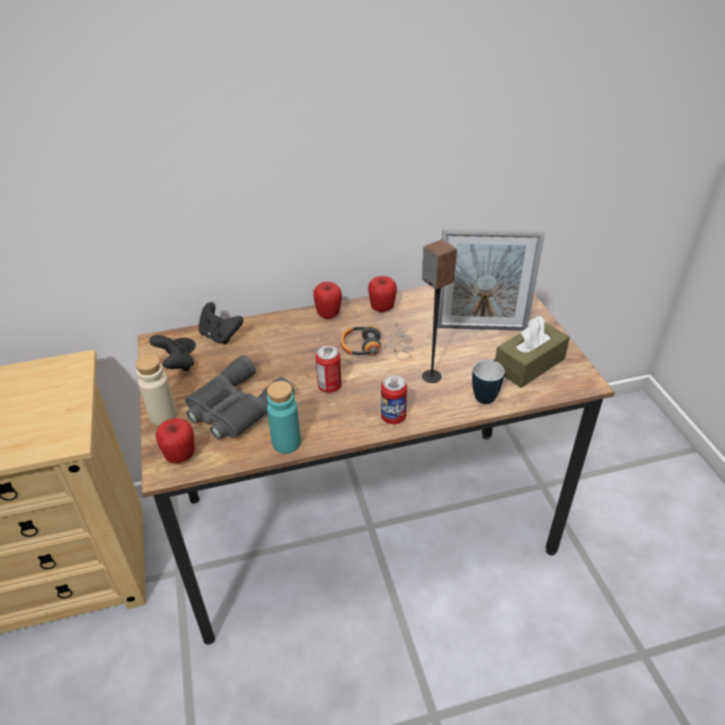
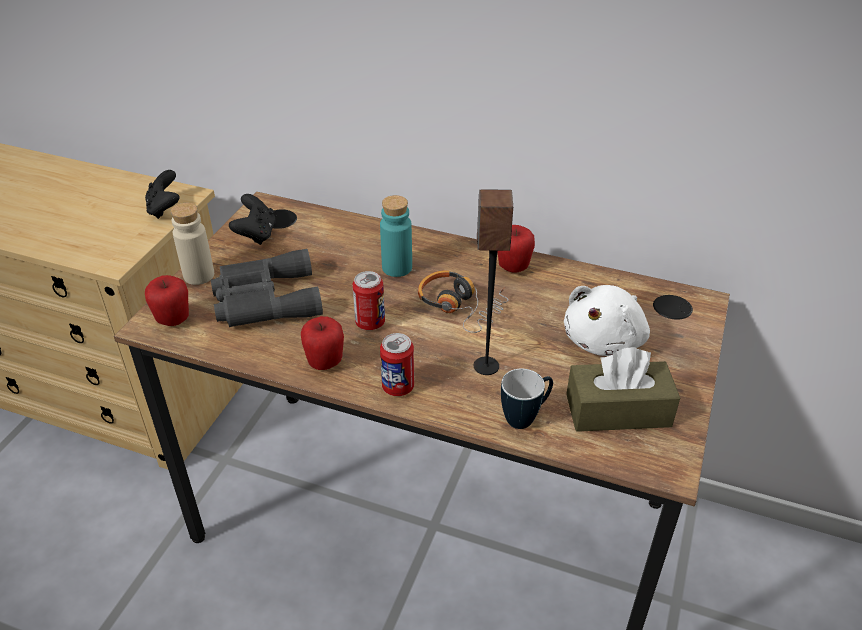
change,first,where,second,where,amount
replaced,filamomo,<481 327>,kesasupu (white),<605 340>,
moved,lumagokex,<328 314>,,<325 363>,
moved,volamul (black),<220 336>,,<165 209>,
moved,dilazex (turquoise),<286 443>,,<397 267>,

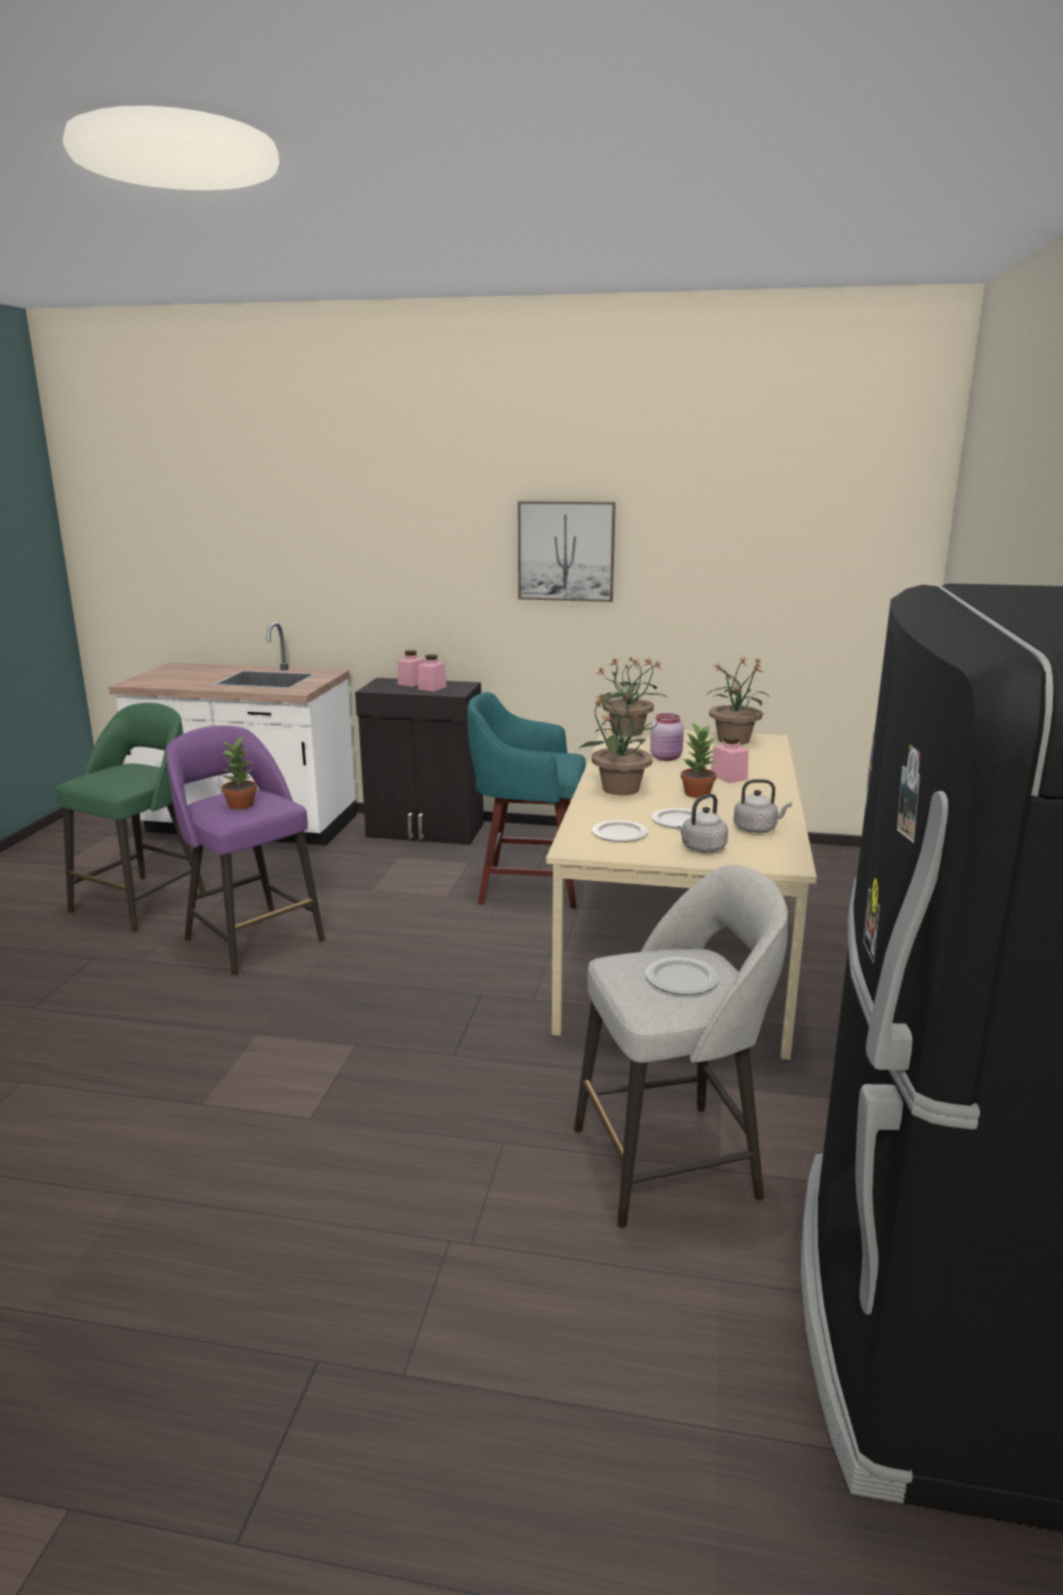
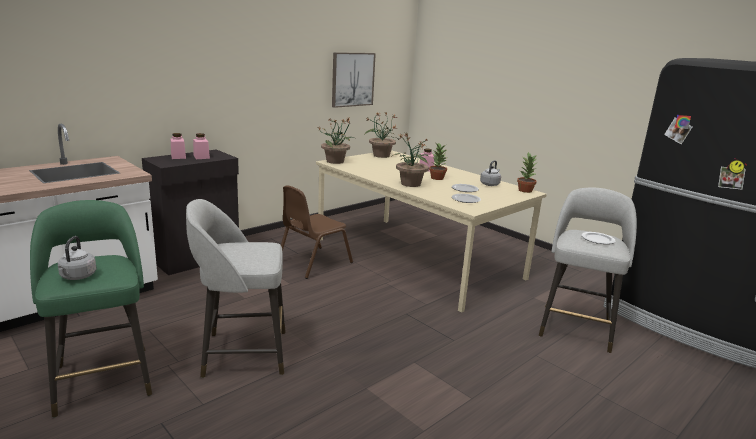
change,first,where,second,where,amount
moved,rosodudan,<566 551>,,<352 79>,
replaced,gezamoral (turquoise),<527 885>,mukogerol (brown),<313 263>,
removed,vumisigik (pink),<667 758>,,,
recoloured,gezamoral (purple),<252 938>,gezamoral (grey),<242 353>,
moved,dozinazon,<241 805>,,<525 190>,
moved,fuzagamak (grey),<701 848>,,<77 277>,

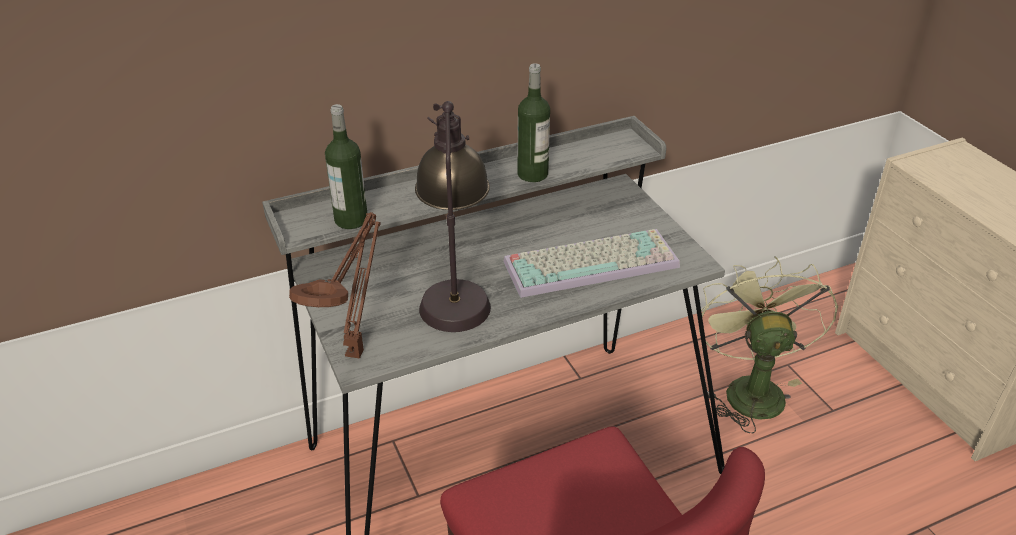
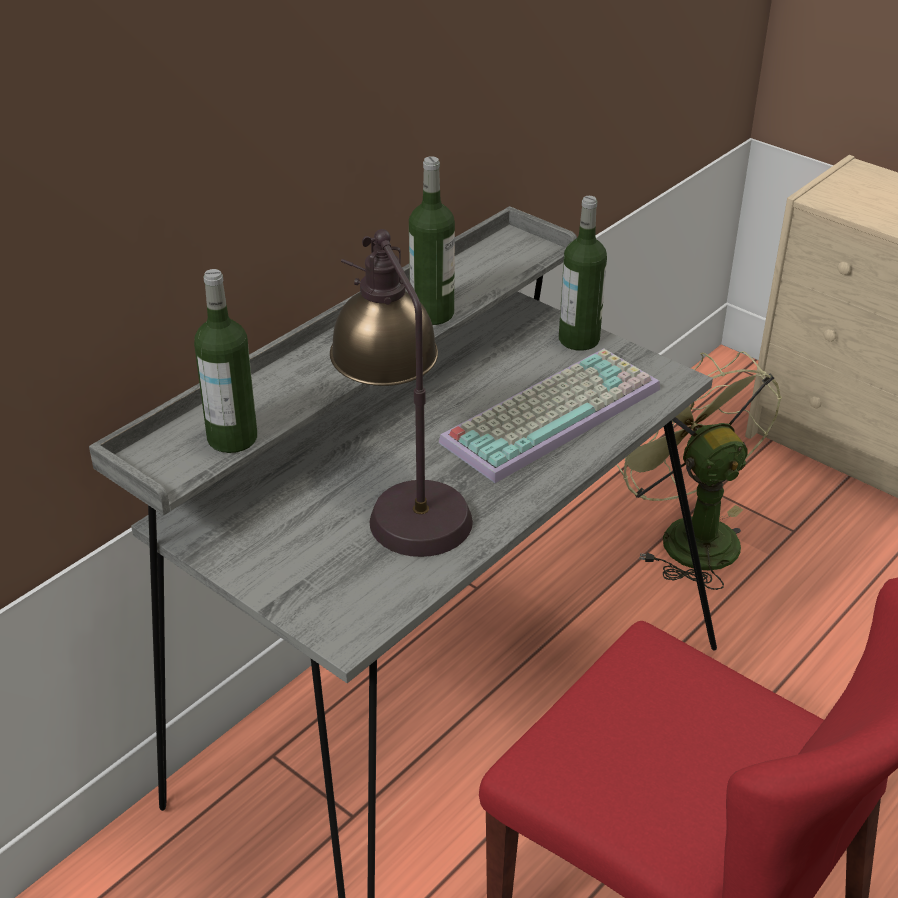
change,first,where,second,where,amount
removed,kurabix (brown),<356 351>,,,
added,,,dilazex,<579 339>,

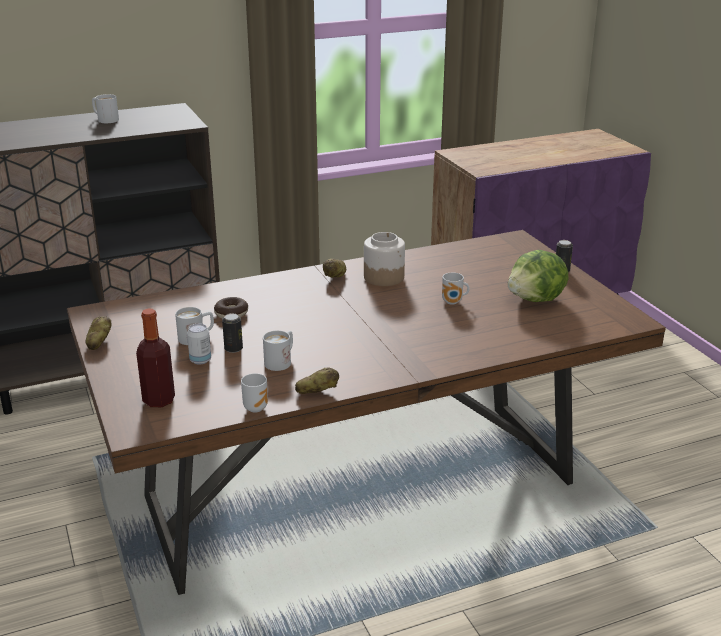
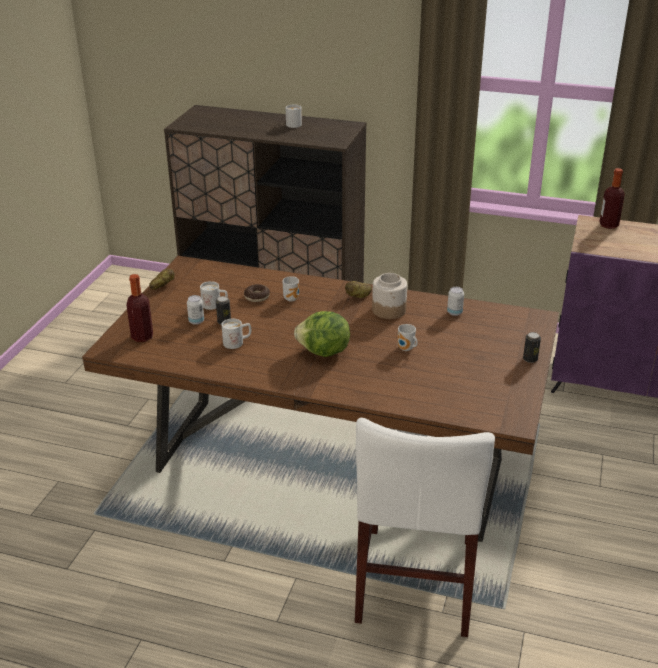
change,first,where,second,where,amount
moved,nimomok,<536 300>,,<324 352>,
removed,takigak,<317 392>,,,
moved,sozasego,<256 407>,,<292 298>,
added,,,dilazex,<608 225>,
added,,,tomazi,<454 312>,
added,,,mukogerol (white),<416 579>,

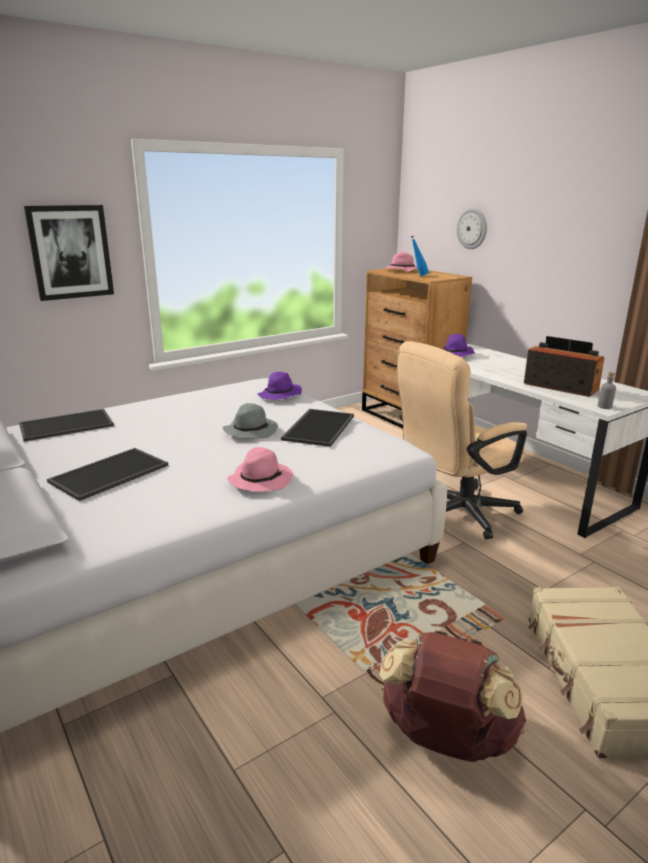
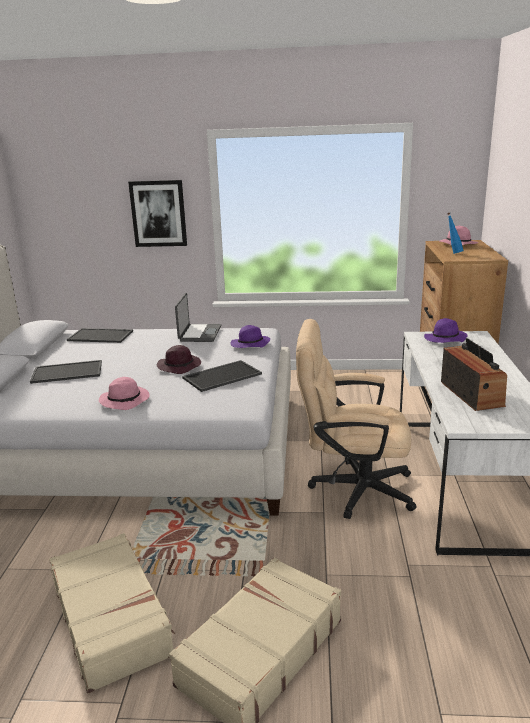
change,first,where,second,where,amount
removed,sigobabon,<472 228>,,,
removed,dilazex (grey),<604 406>,,,
recoloured,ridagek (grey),<251 430>,ridagek (purple),<180 366>,
replaced,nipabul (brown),<446 739>,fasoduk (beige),<112 619>,
added,,,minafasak,<199 334>,

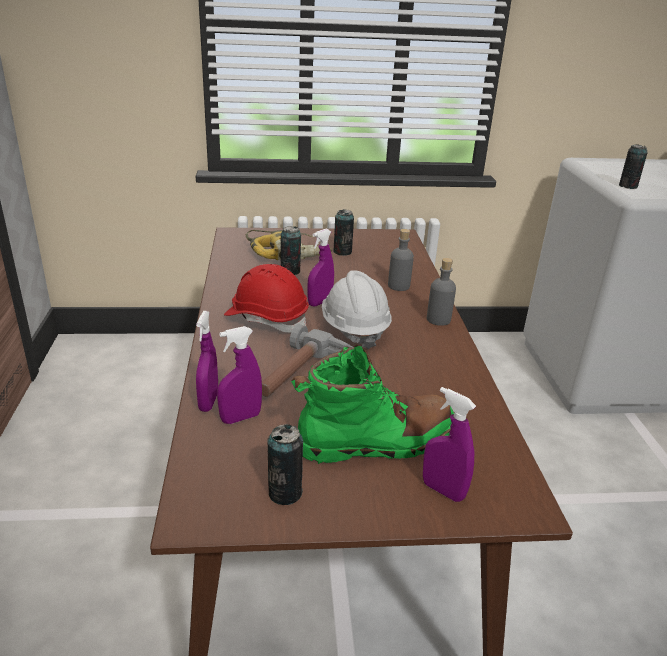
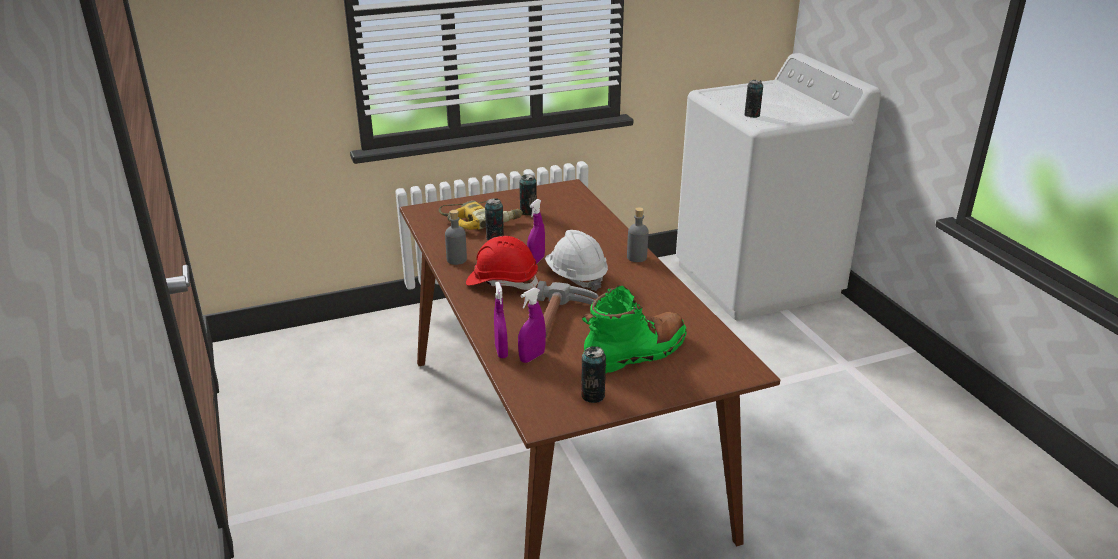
change,first,where,second,where,amount
moved,dilazex (grey),<399 286>,,<456 260>,
removed,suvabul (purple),<443 490>,,,

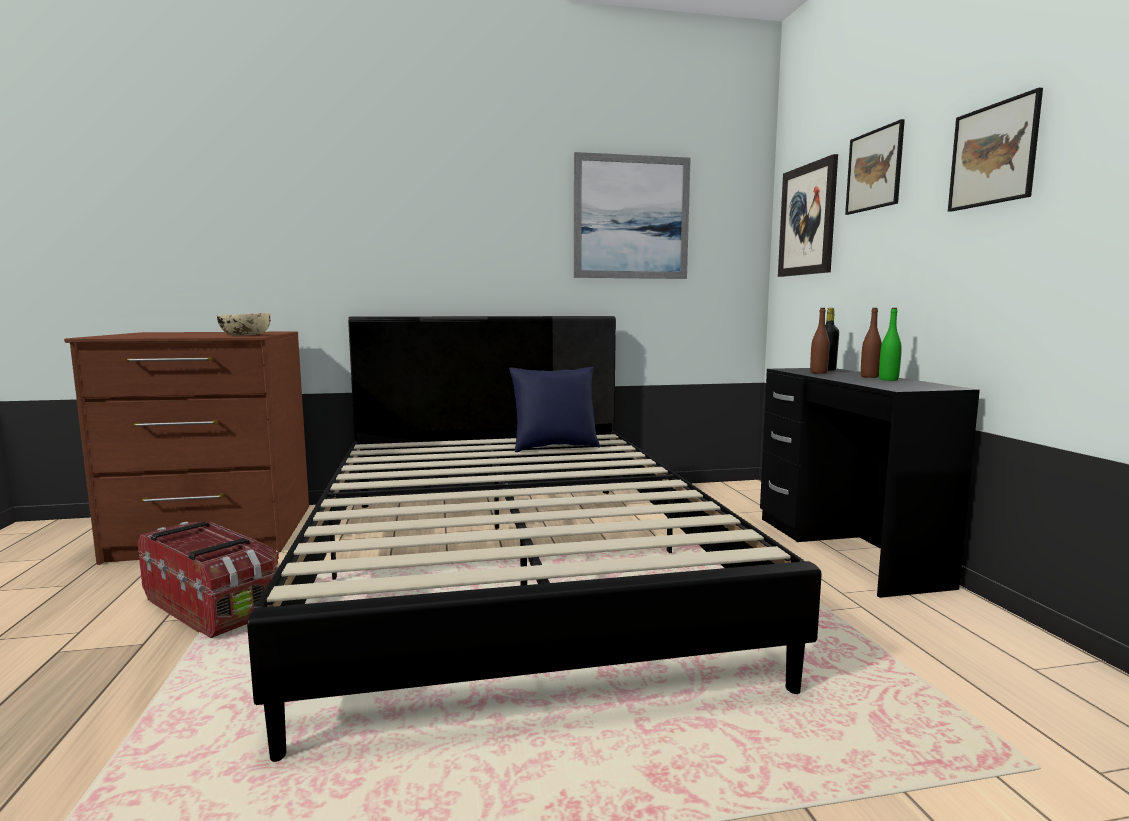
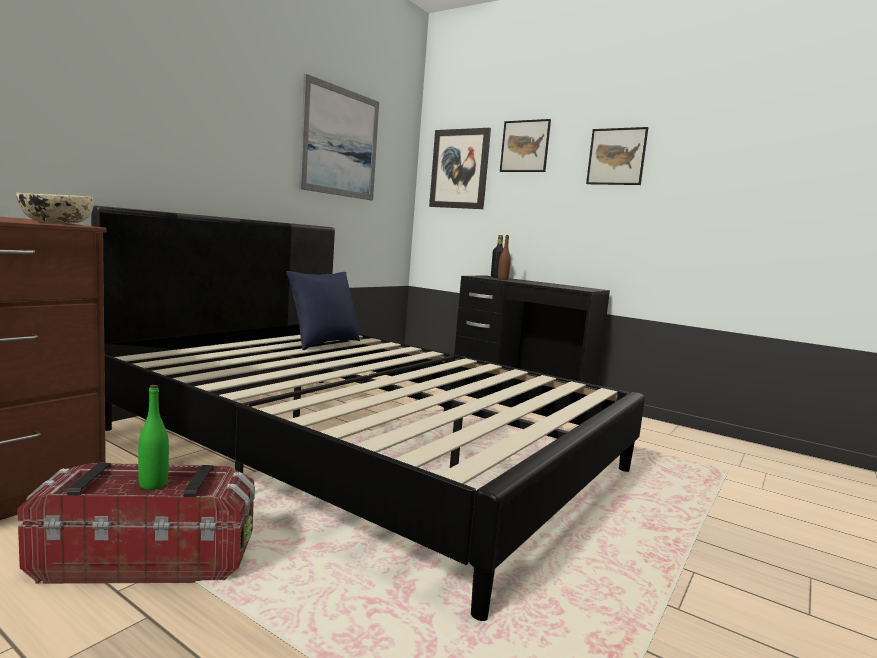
change,first,where,second,where,amount
removed,dilazex (brown),<869 376>,,,
moved,dilazex (green),<888 379>,,<153 485>,

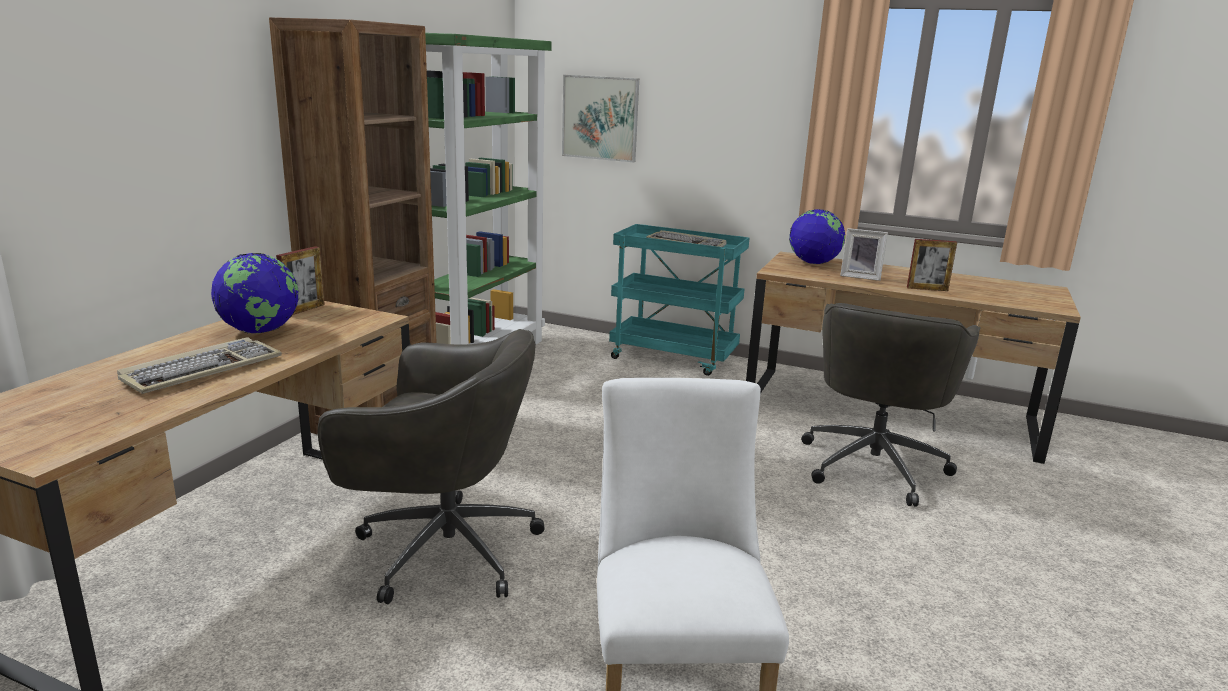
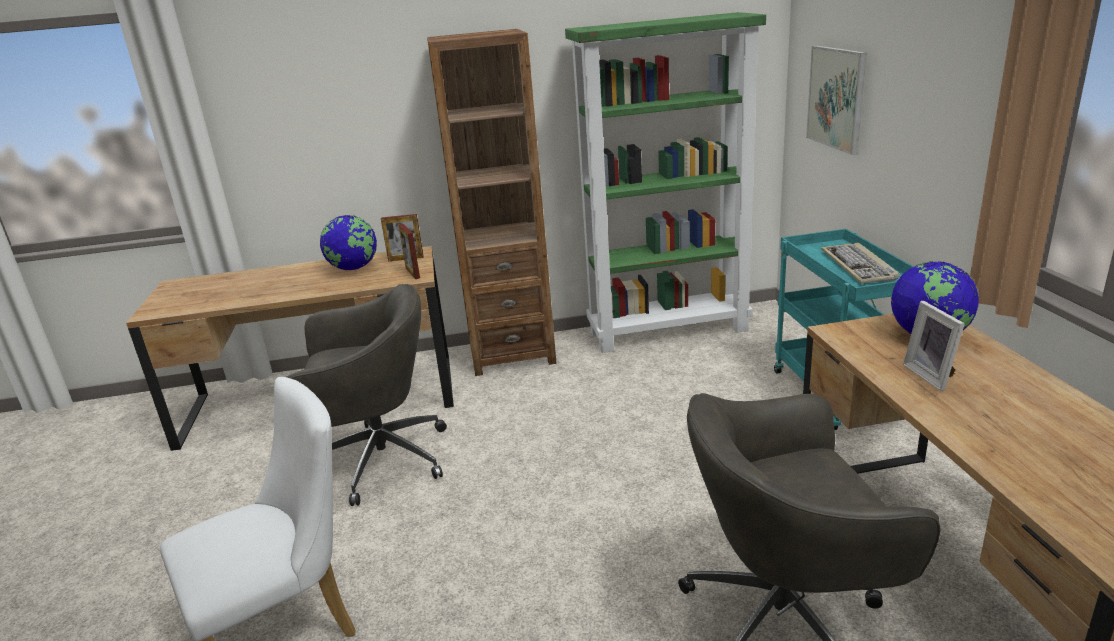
change,first,where,second,where,amount
moved,filamomo,<927 289>,,<412 273>,
turned,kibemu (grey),<442 549>,,<378 460>,75 degrees counterclockwise
removed,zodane,<202 369>,,,

